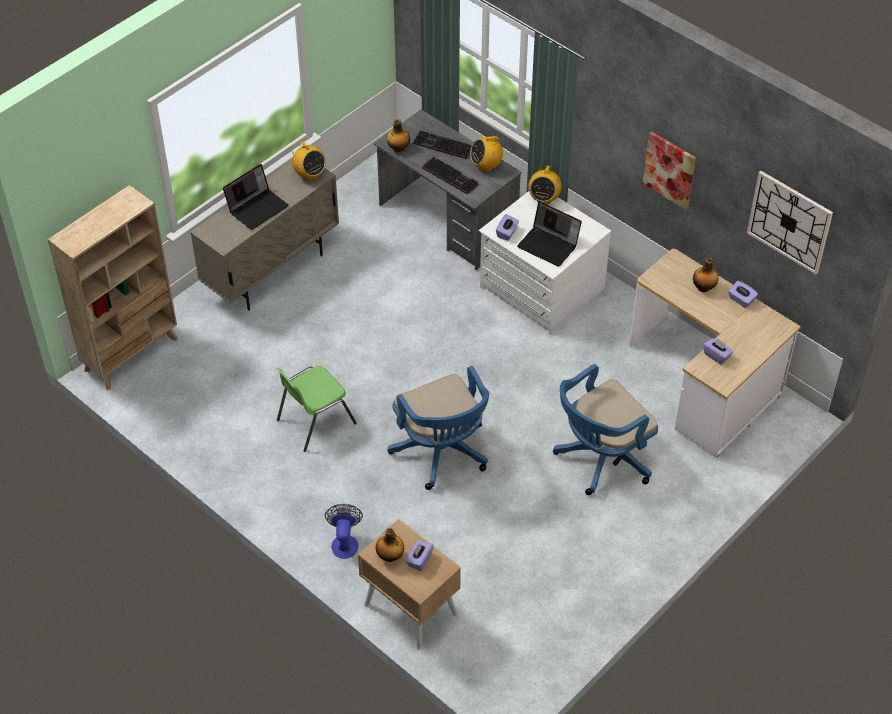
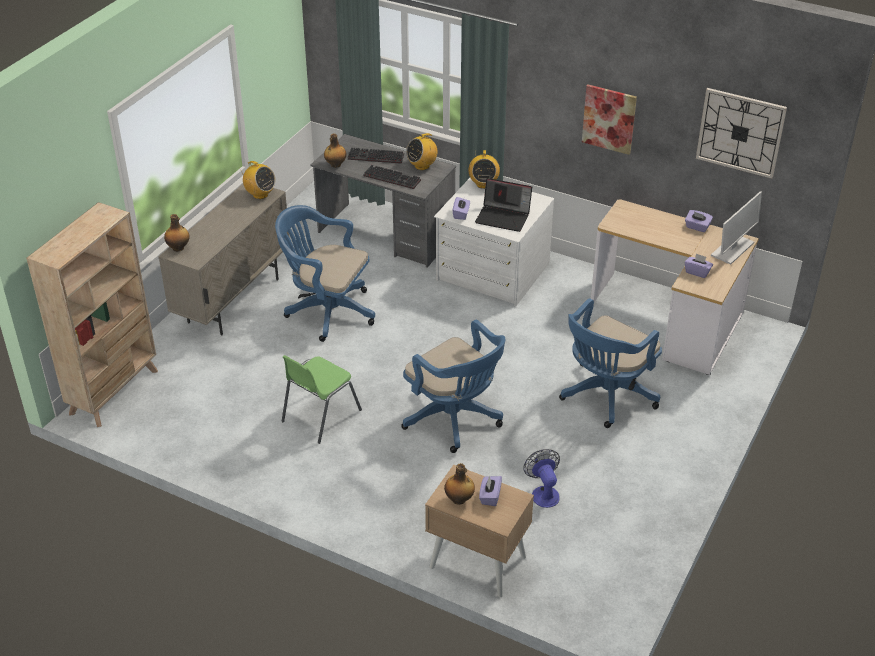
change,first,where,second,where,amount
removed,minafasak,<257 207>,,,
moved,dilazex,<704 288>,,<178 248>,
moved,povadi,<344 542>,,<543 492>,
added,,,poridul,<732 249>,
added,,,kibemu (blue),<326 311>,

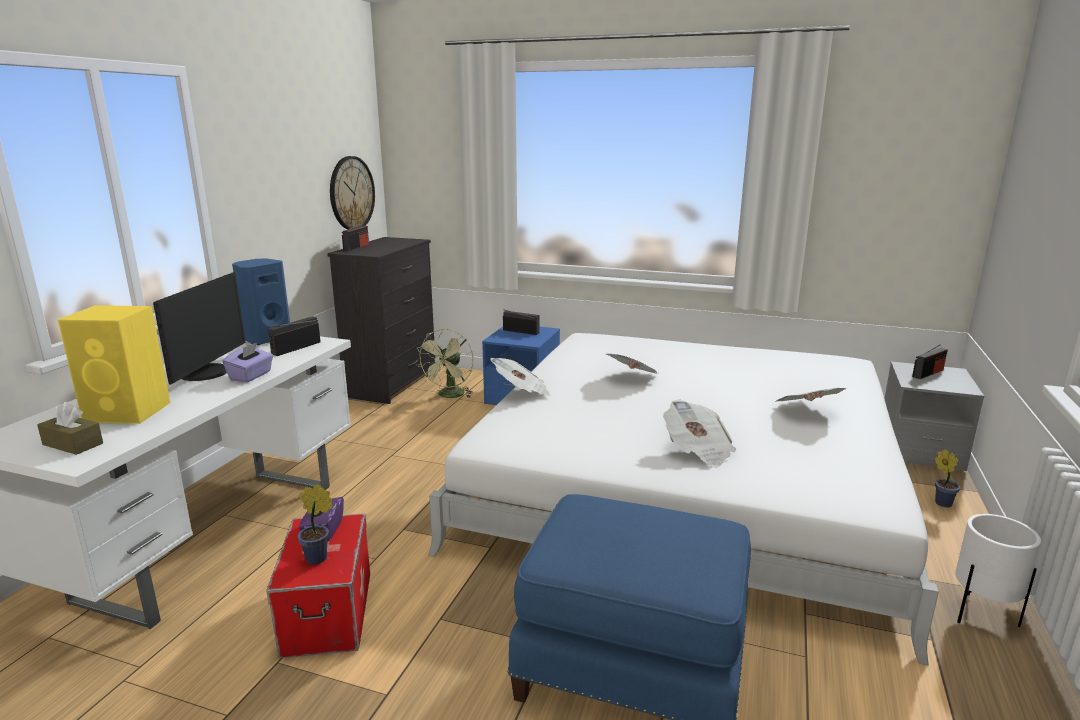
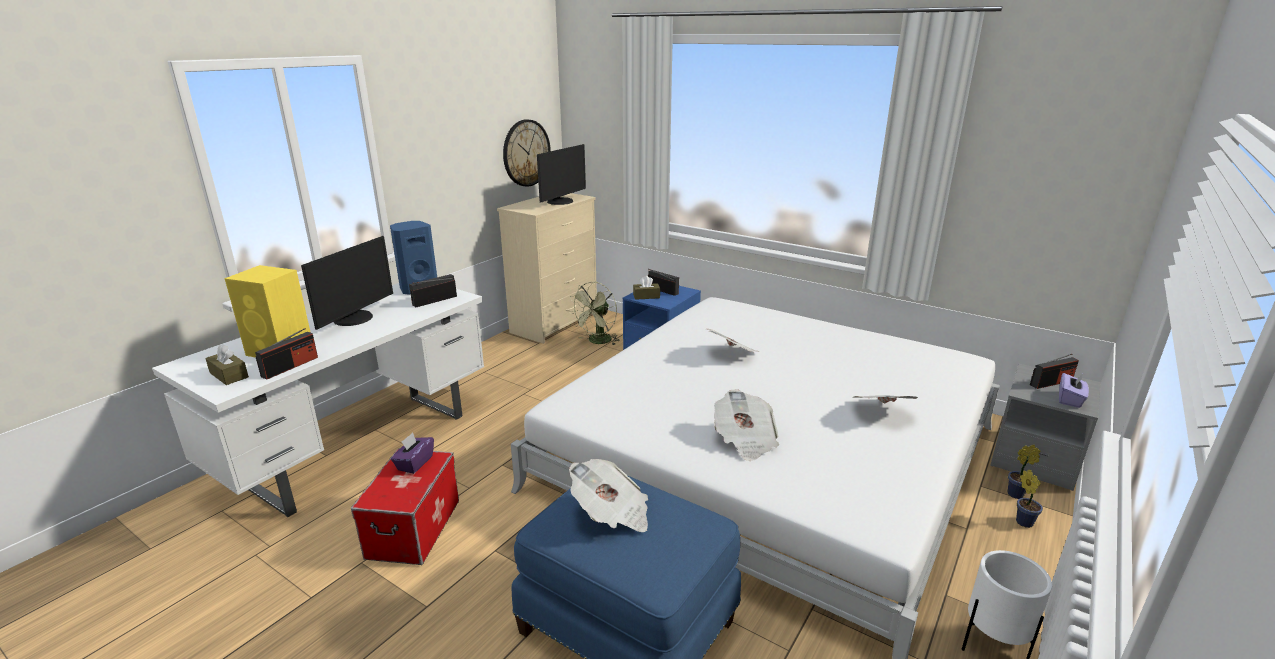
change,first,where,second,where,amount
moved,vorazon,<356 247>,,<290 367>,
recoloured,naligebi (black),<393 383>,naligebi (beige),<555 323>,
moved,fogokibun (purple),<251 376>,,<1070 400>,
moved,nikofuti,<522 392>,,<611 513>,
moved,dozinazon,<319 558>,,<1017 494>,
added,,,poridul,<561 202>,
added,,,fogokibun (brown),<646 296>,

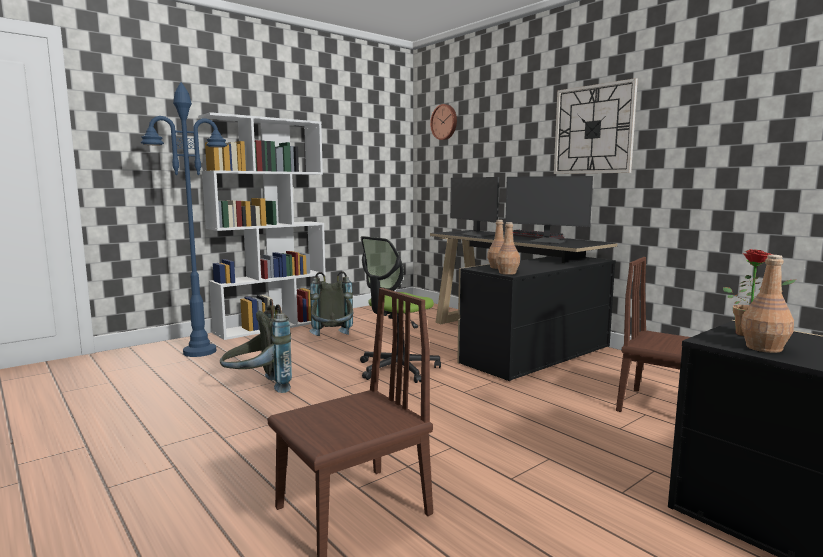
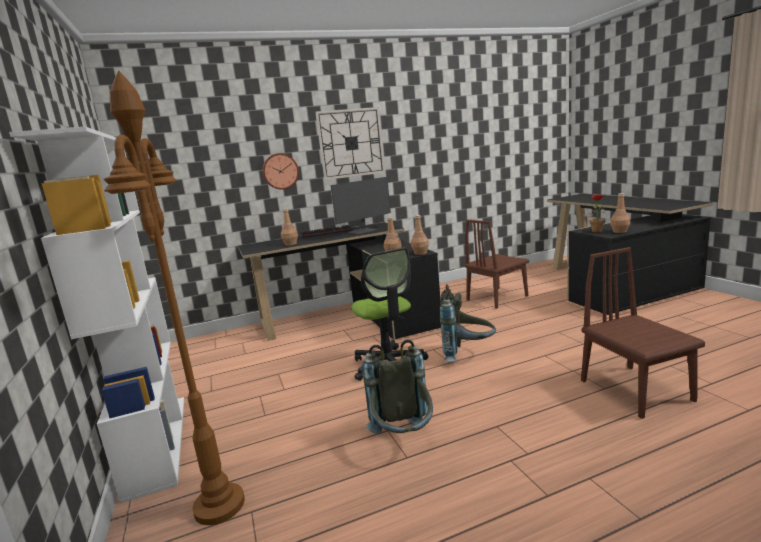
change,first,where,second,where,amount
recoloured,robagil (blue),<200 352>,robagil (brown),<219 505>,
moved,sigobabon,<444 122>,,<280 171>,
replaced,poridul,<476 235>,dilazex (brown),<290 244>,
moved,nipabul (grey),<332 339>,,<467 354>,

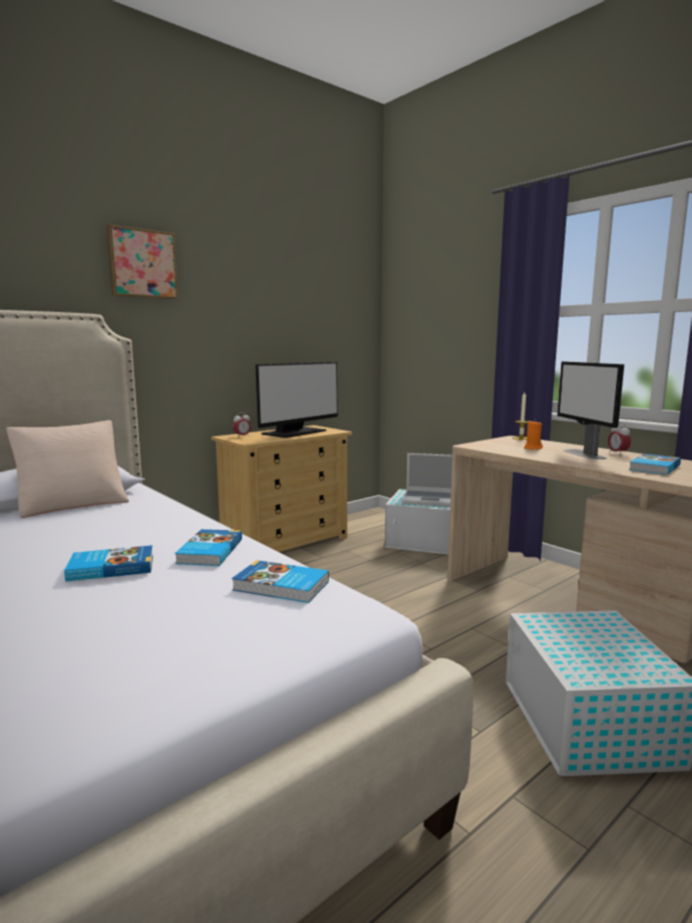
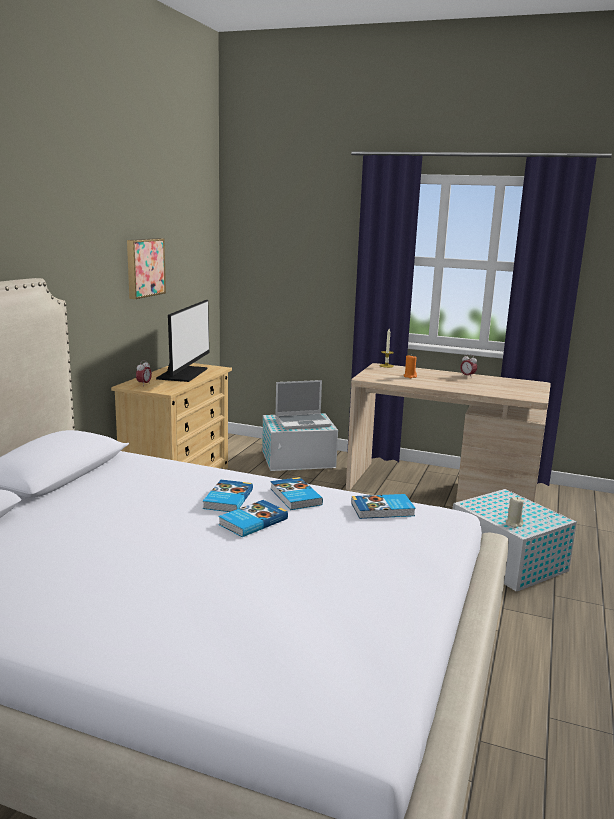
change,first,where,second,where,amount
moved,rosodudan,<142 264>,,<144 267>,
removed,poridul,<584 454>,,,
removed,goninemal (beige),<73 503>,,,
moved,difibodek,<653 467>,,<227 499>,
added,,,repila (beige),<514 524>,

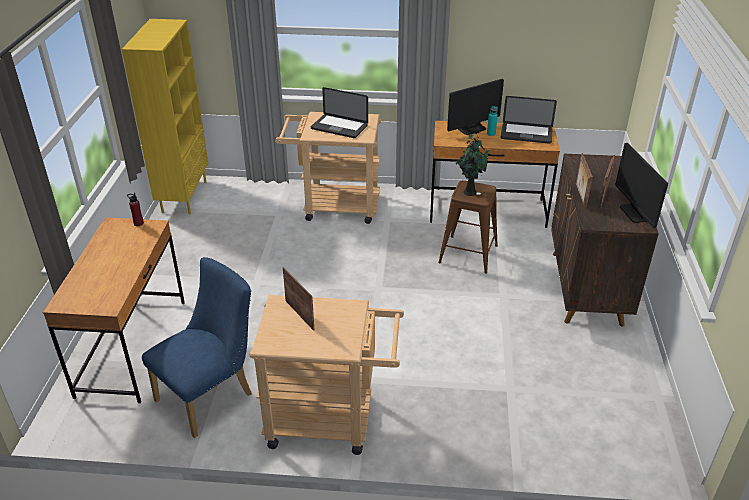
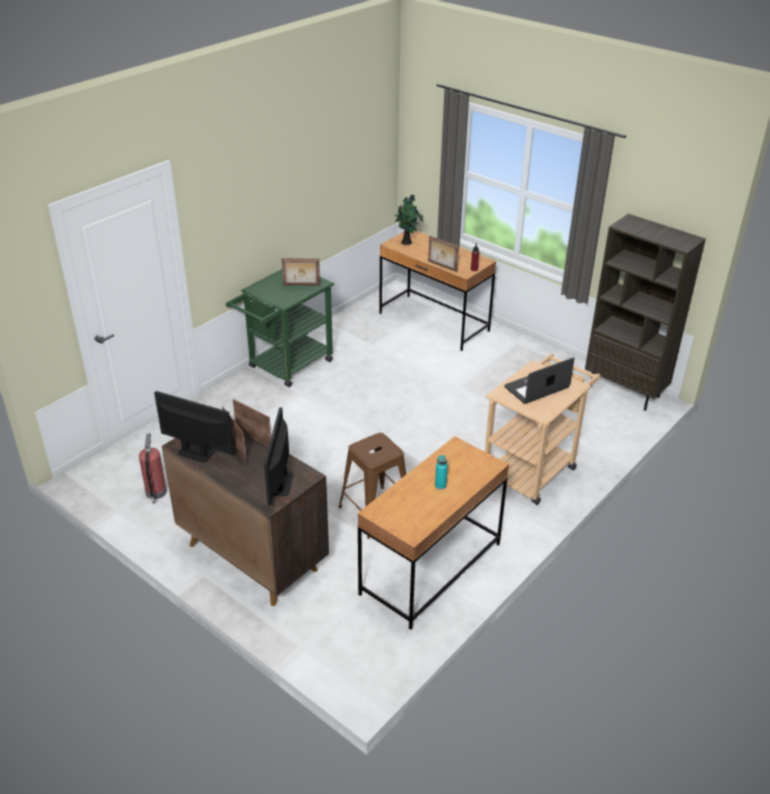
change,first,where,second,where,amount
recoloured,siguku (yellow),<183 196>,siguku (brown),<625 391>,
moved,poridul,<472 129>,,<280 483>,
removed,minafasak,<526 134>,,,
moved,dozinazon,<469 191>,,<407 242>,
removed,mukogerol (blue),<211 395>,,,
recoloured,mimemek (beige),<331 420>,mimemek (green),<286 367>,
added,,,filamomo,<442 266>,
added,,,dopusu,<156 493>,

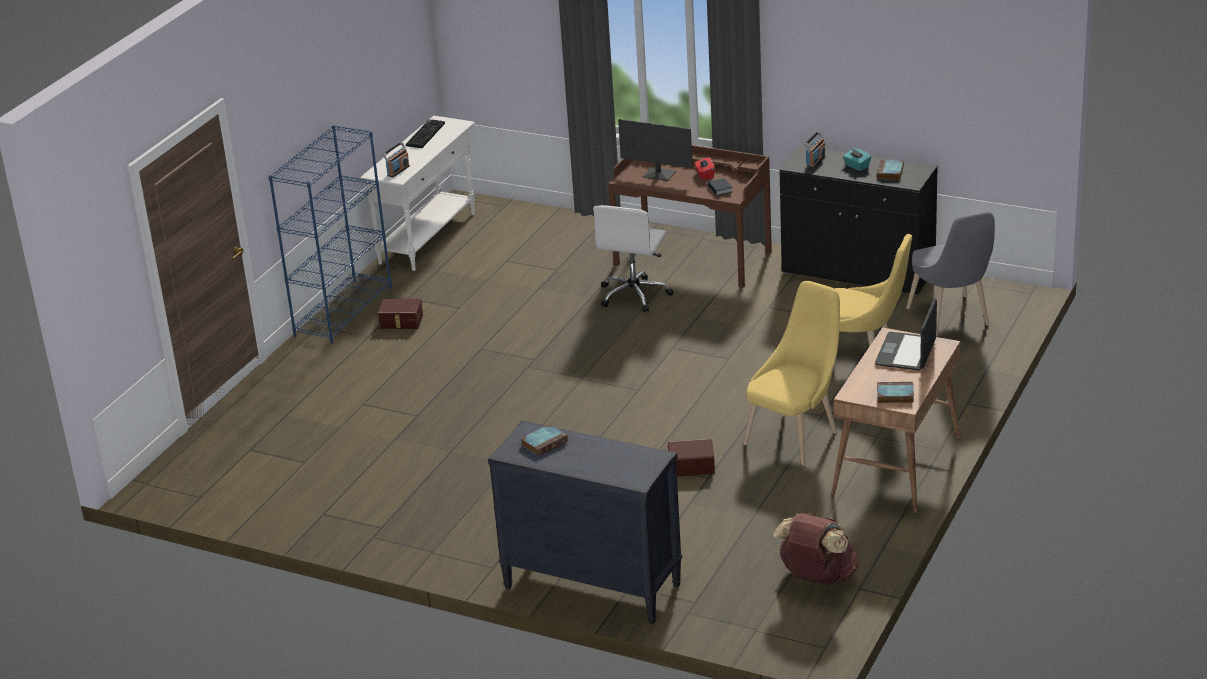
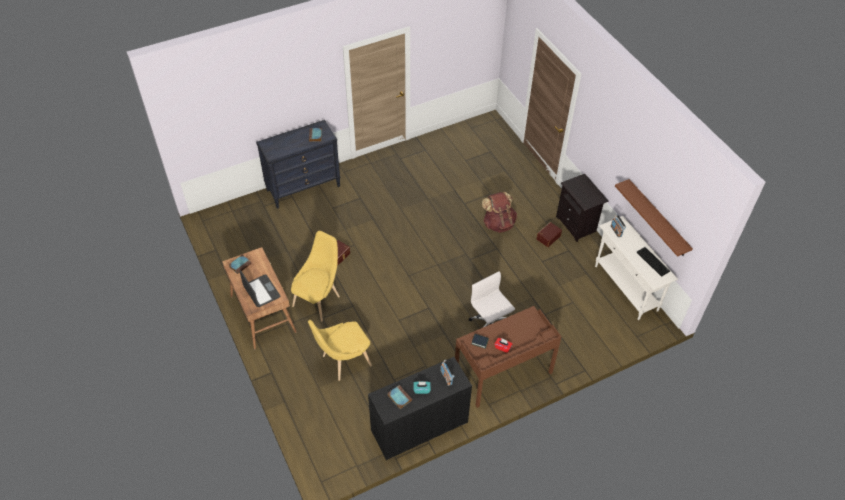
change,first,where,second,where,amount
removed,poridul,<659 174>,,,
replaced,siguku (blue),<343 311>,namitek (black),<577 225>,
removed,mukogerol (grey),<951 319>,,,
turned,mukogerol (yellow),<795 436>,,<318 299>,135 degrees counterclockwise
moved,nipabul (brown),<817 577>,,<498 223>,
added,,,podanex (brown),<657 218>,

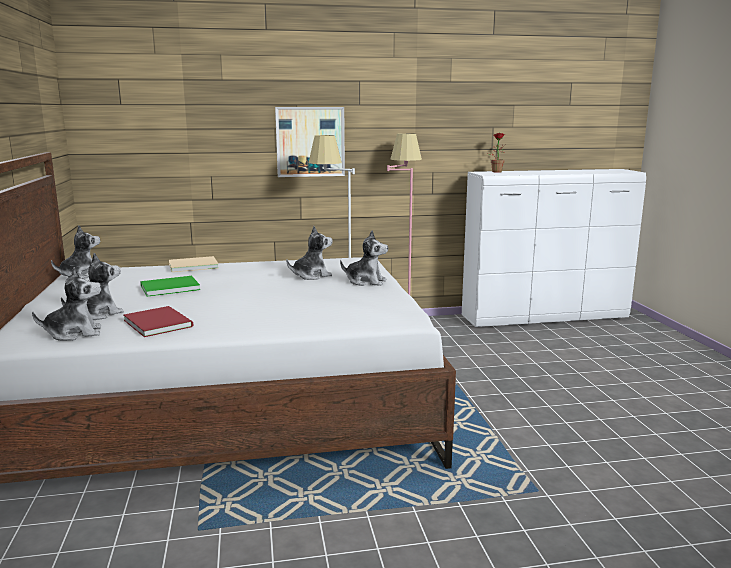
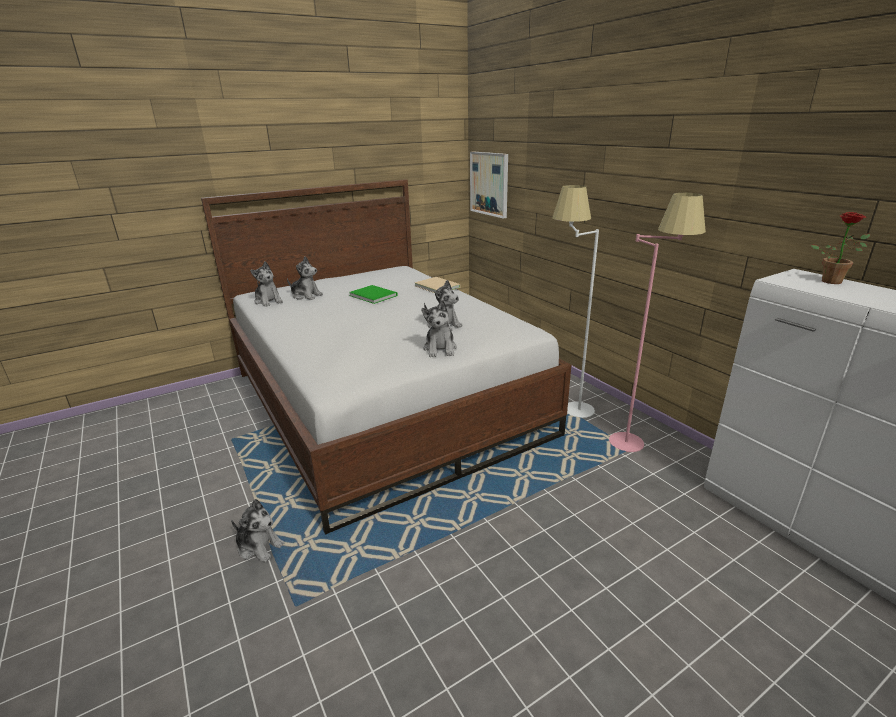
change,first,where,second,where,amount
moved,rosodudan,<310 142>,,<489 184>,
moved,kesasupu,<80 275>,,<259 546>,
removed,difibodek (red),<159 322>,,,

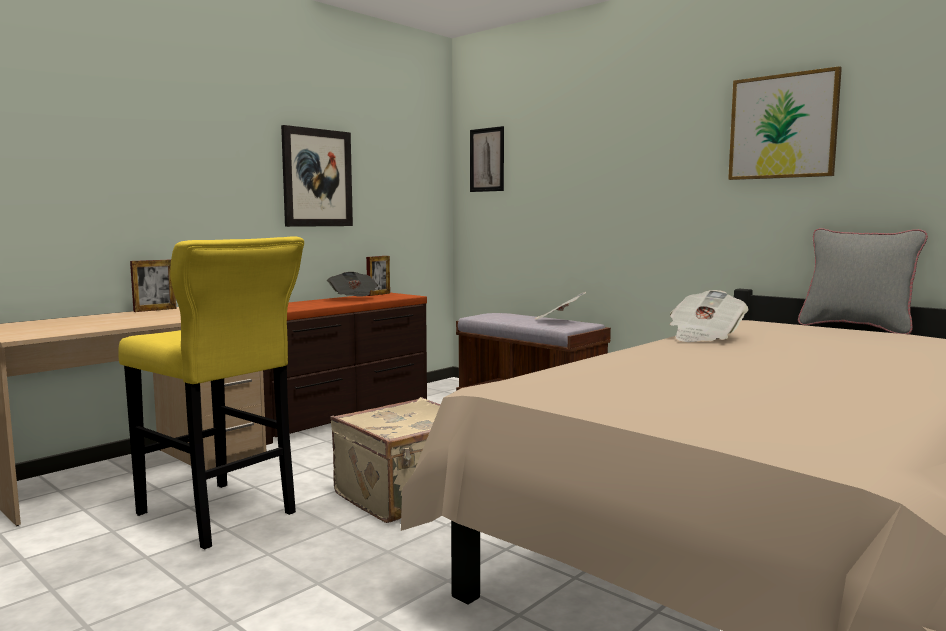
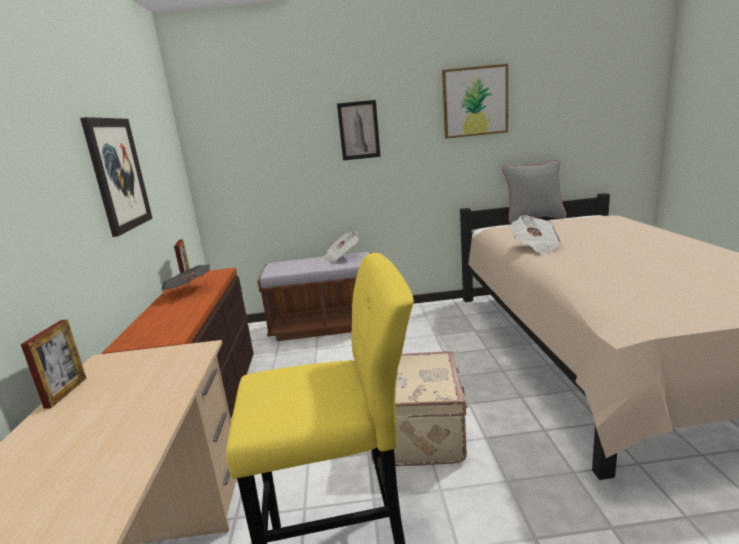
change,first,where,second,where,amount
moved,rosodudan,<487 160>,,<359 130>,

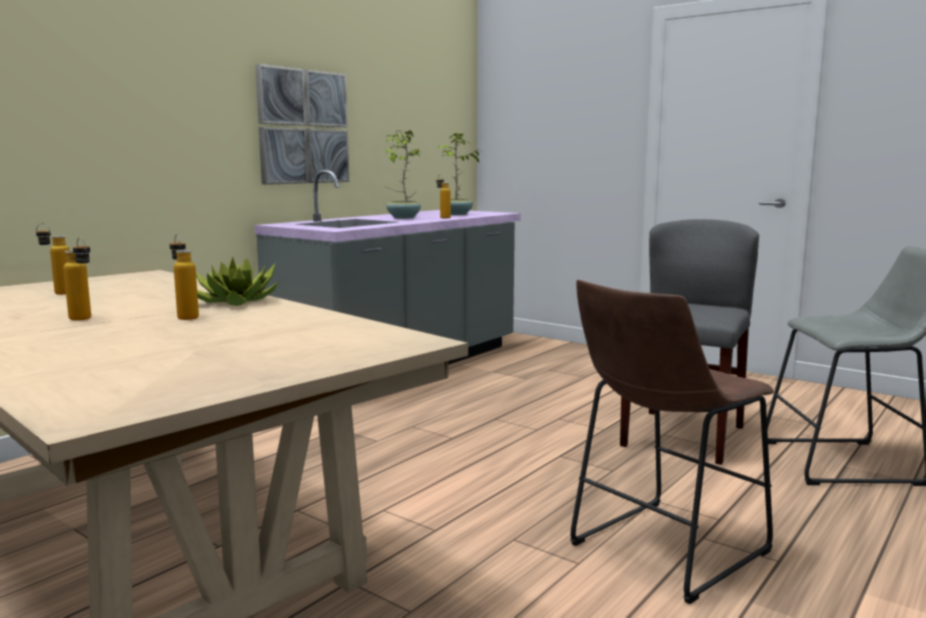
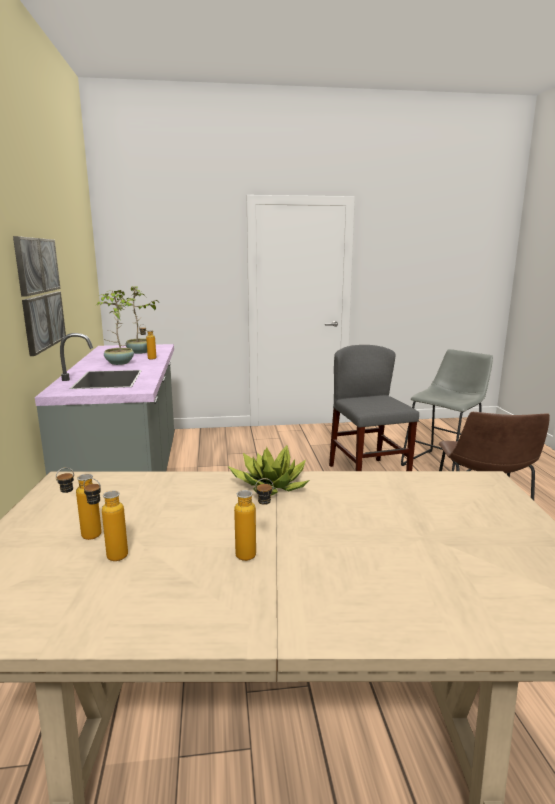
change,first,where,second,where,amount
moved,dilazex,<185 316>,,<109 555>,

